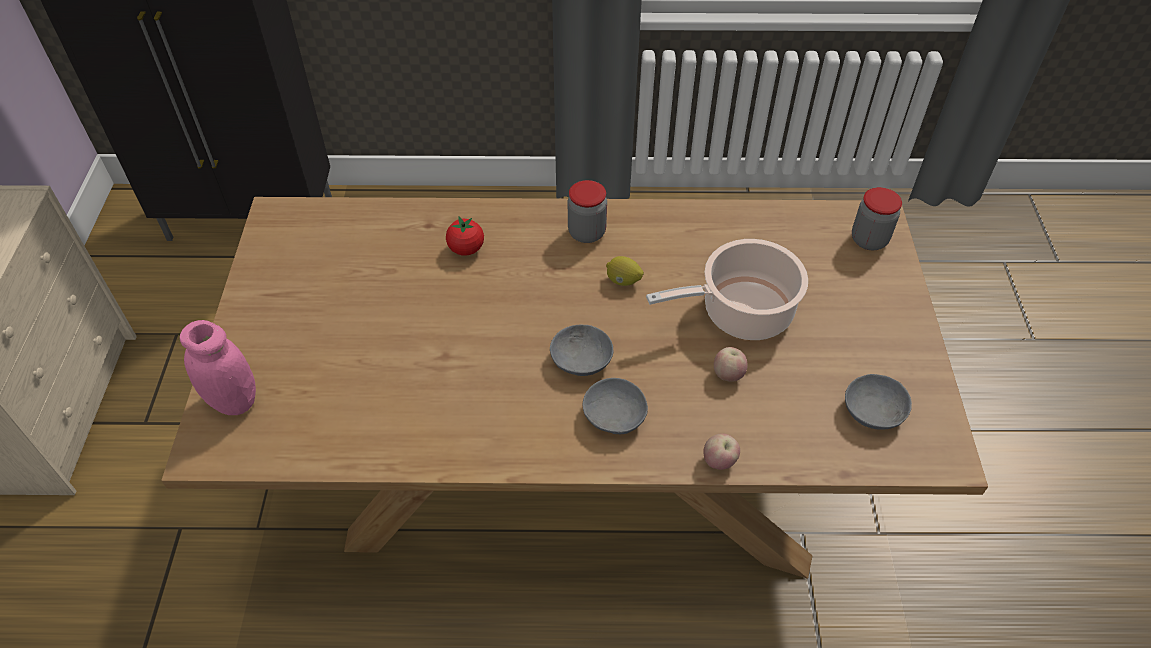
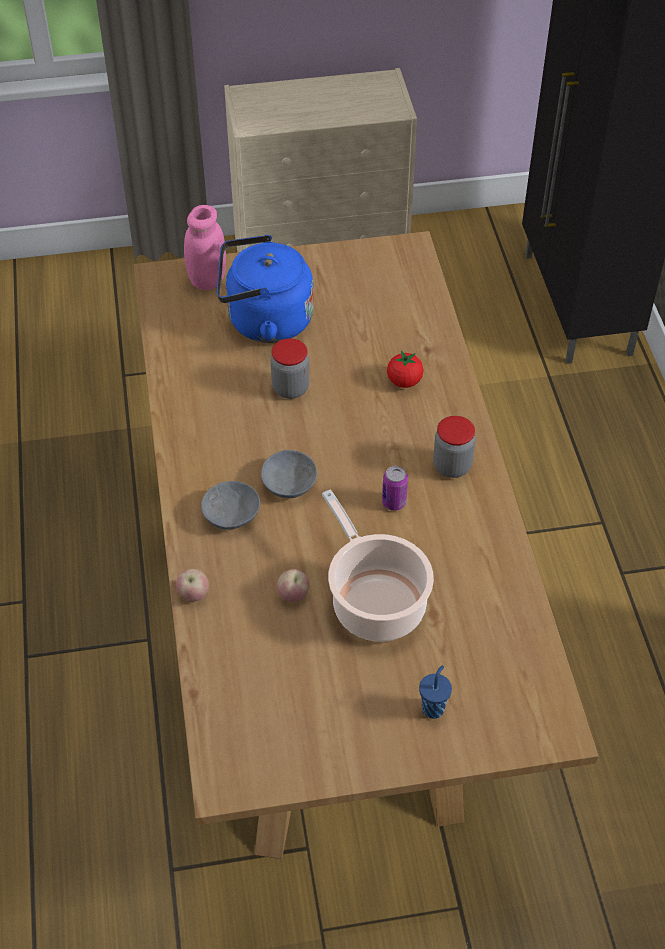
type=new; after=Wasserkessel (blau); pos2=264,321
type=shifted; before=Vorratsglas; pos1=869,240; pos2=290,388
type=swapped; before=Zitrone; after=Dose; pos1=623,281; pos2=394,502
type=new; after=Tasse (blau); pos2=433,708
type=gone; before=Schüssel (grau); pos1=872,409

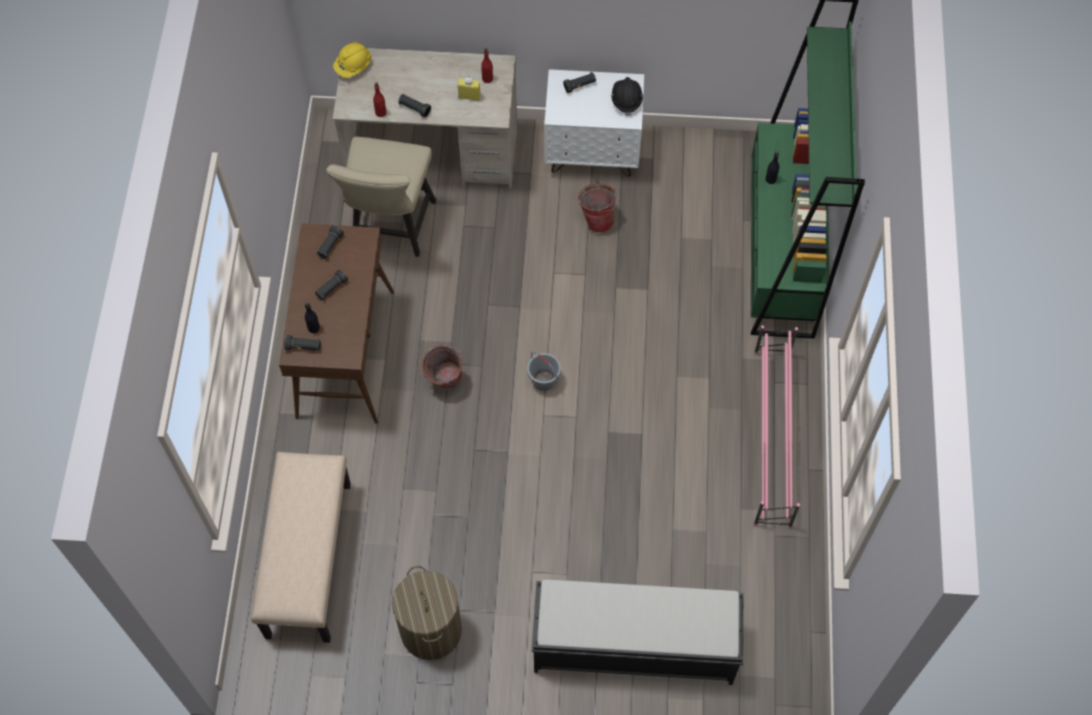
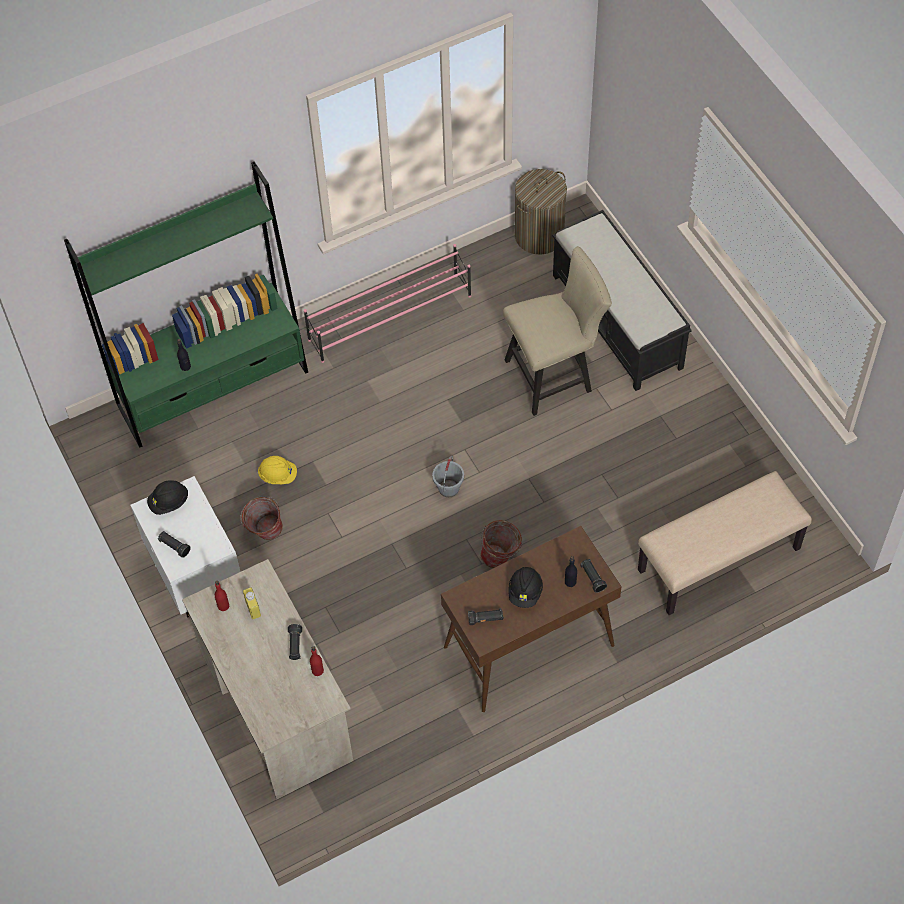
type=shifted; before=Schutzhelm (gelb); pos1=353,67; pos2=278,475
type=shifted; before=Stuhl (beige); pos1=391,229; pos2=554,375
type=swapped; before=Taschenlampe (schwarz); after=Schutzhelm (schwarz); pos1=331,289; pos2=525,592
type=shifted; before=Wäschekorb; pos1=431,630; pos2=539,236

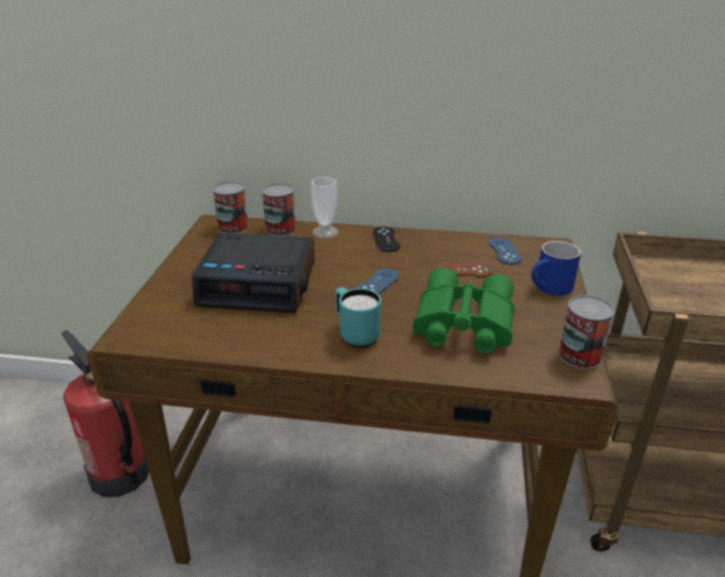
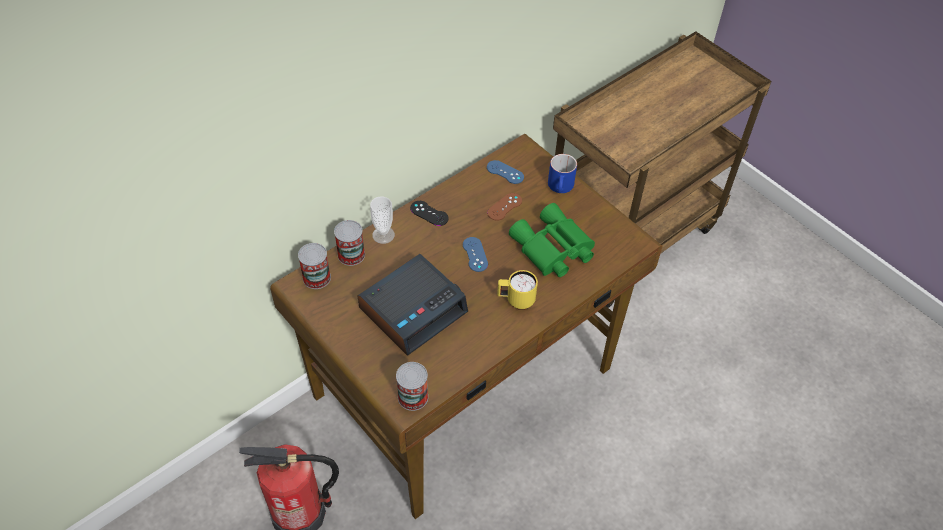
type=shifted; before=Dose; pos1=580,355; pos2=413,397
type=repainted; before=Henkelbecher (türkis); after=Henkelbecher (gelb); pos1=355,335; pos2=516,300

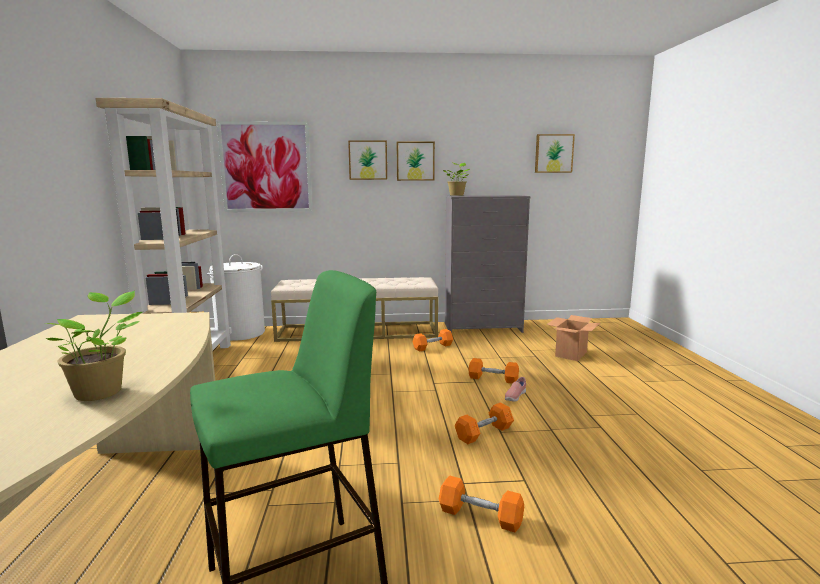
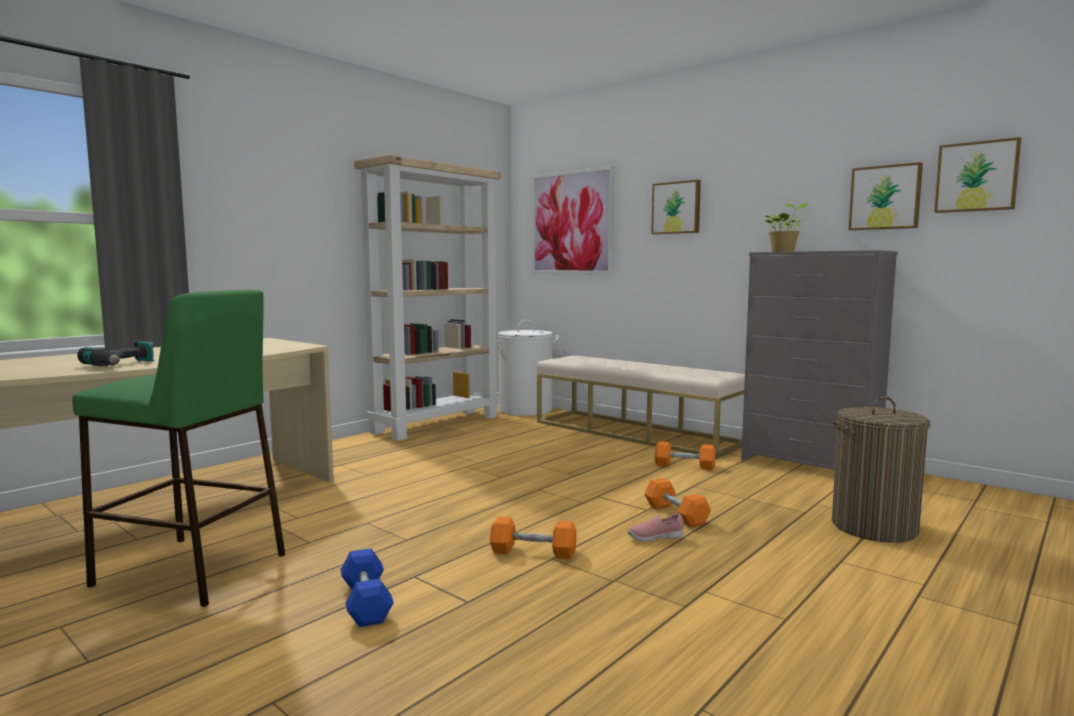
type=swapped; before=Topfpflanze; after=Bohrmaschine; pos1=102,391; pos2=122,365
type=repainted; before=Hantel (orange); after=Hantel (blau); pos1=480,516; pos2=366,602
type=swapped; before=Karton; after=Wäschekorb; pos1=571,354; pos2=873,527
type=shifted; before=Bild; pos1=415,161; pos2=885,197

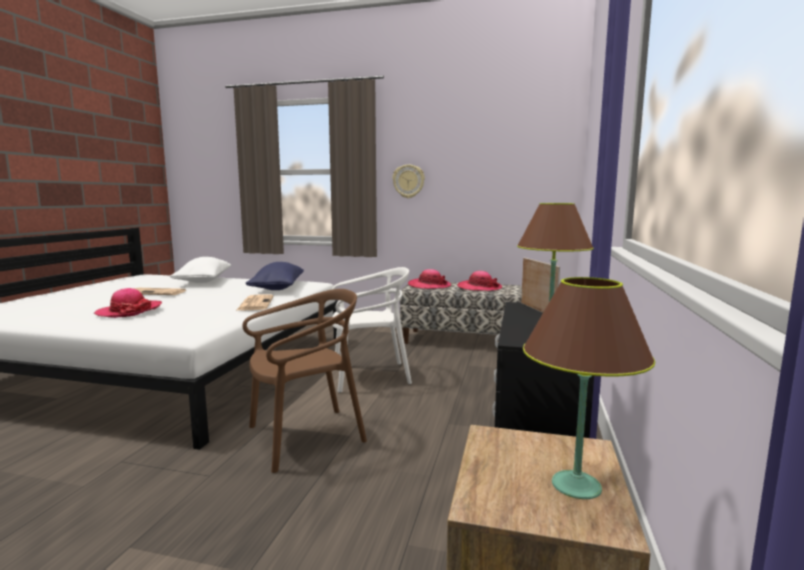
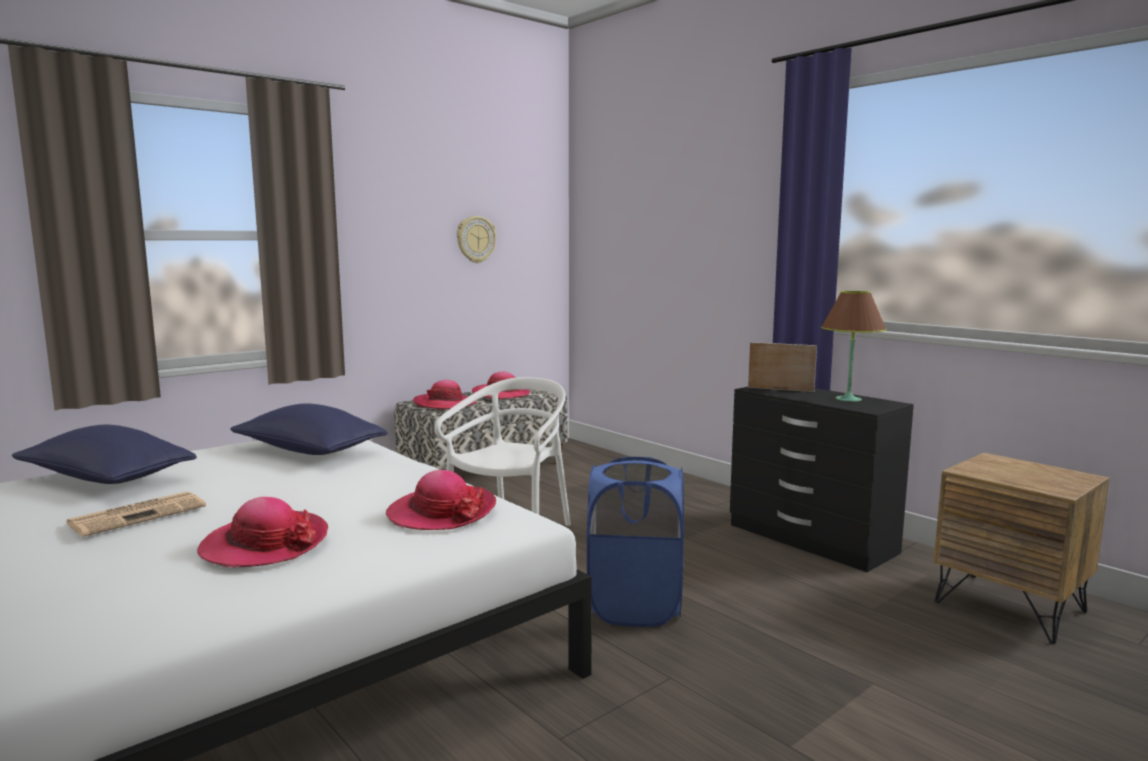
type=repainted; before=Kissen (weiß); after=Kissen (blau); pos1=203,281; pos2=107,479
type=new; after=Hut; pos2=441,512
type=shifted; before=Wanduhr; pos1=408,181; pos2=475,239
type=swapped; before=Stuhl (braun); after=Wäschekorb (blau); pos1=305,437; pos2=635,606
type=gone; before=Zeitung; pos1=255,303
type=gone; before=Tischlampe (braun); pos1=576,485

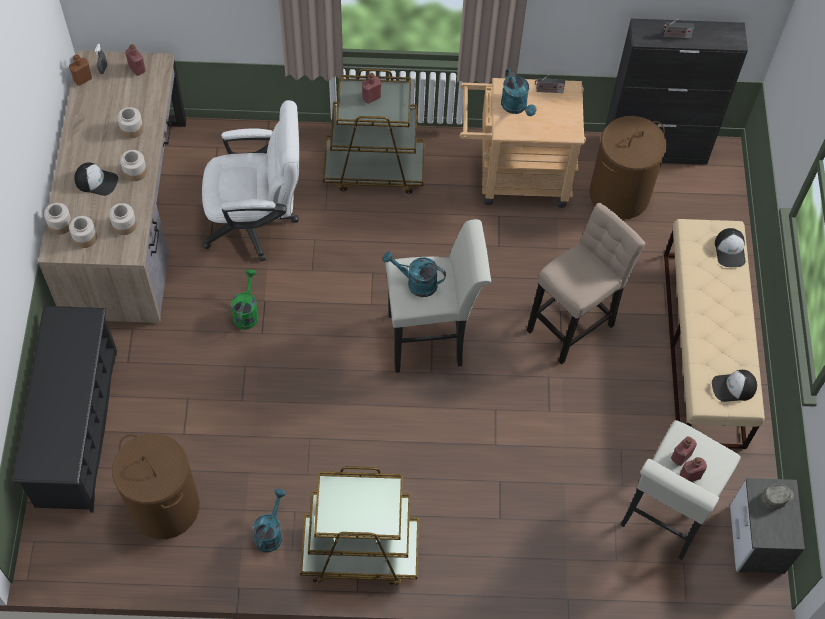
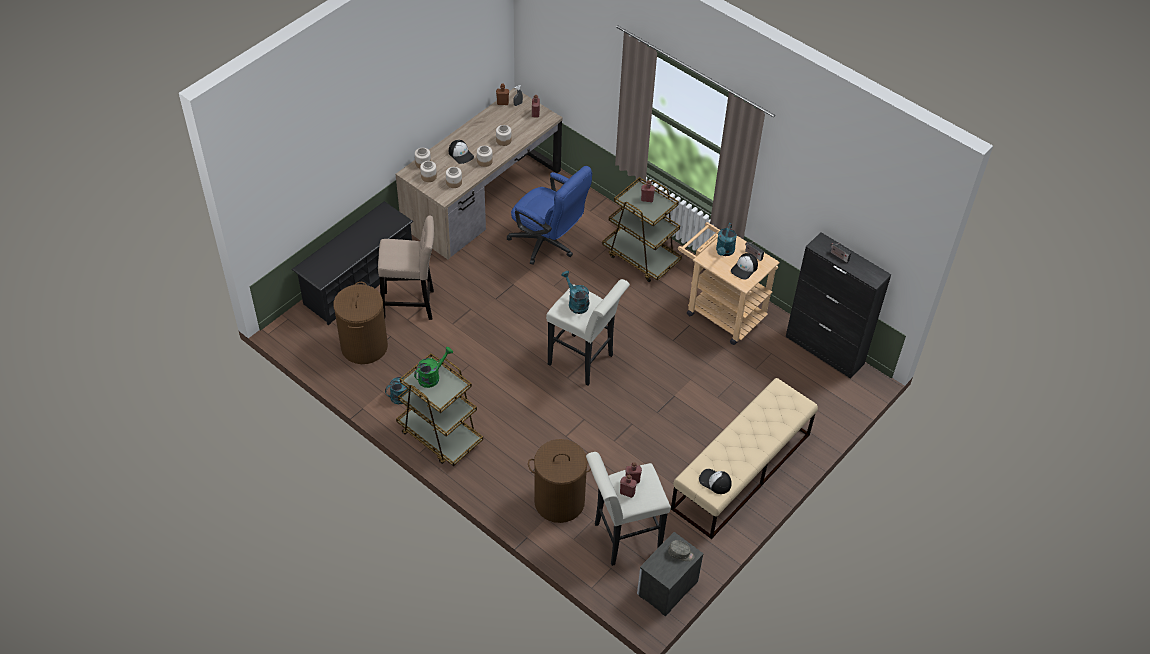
type=shifted; before=Hocker (beige); pos1=573,324; pos2=411,305
type=shifted; before=Gießkanne (grün); pos1=246,312; pos2=432,376
type=repainted; before=Bürostuhl (weiß); after=Bürostuhl (blau); pos1=257,222; pos2=548,244
type=shifted; before=Wäschekorb (braun); pos1=619,195; pos2=559,502
type=shifted; before=Kappe; pos1=730,250; pos2=744,268

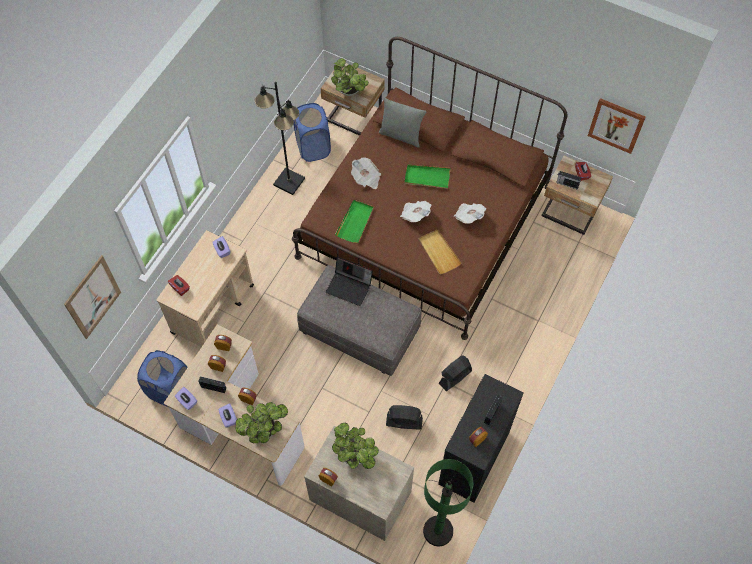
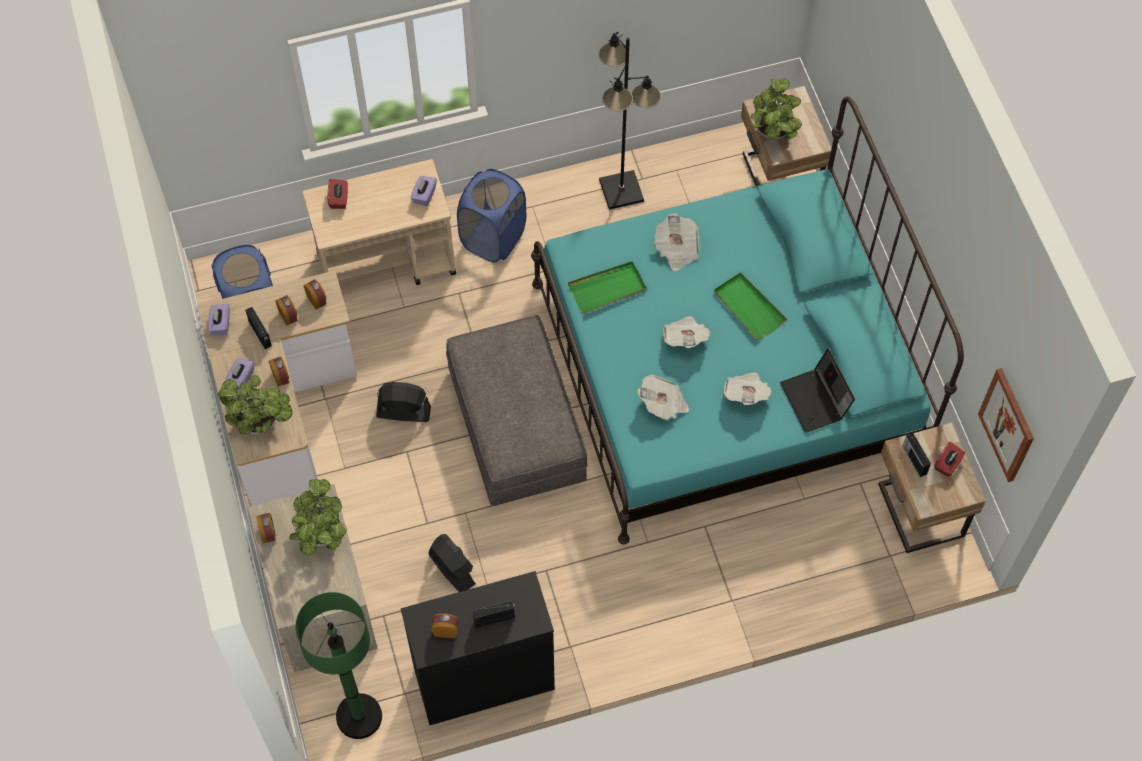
type=shifted; before=Ventilator (schwarz); pos1=455,377; pos2=403,412
type=shifted; before=Wäschekorb (blau); pos1=313,147; pos2=493,238
type=repainted; before=Bett (braun); after=Bett (türkis); pos1=424,221; pos2=726,368
type=swapped; before=Tablett (beige); after=Zeitung; pos1=438,252; pos2=663,404
type=shifted; before=Laptop; pos1=350,287; pos2=815,401
type=gone; before=Bild; pos1=93,297
type=gone; before=Kissen (grau); pos1=401,135

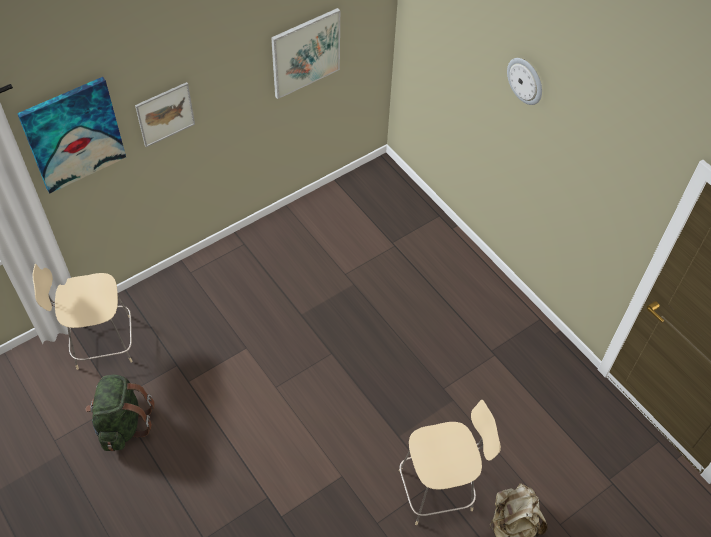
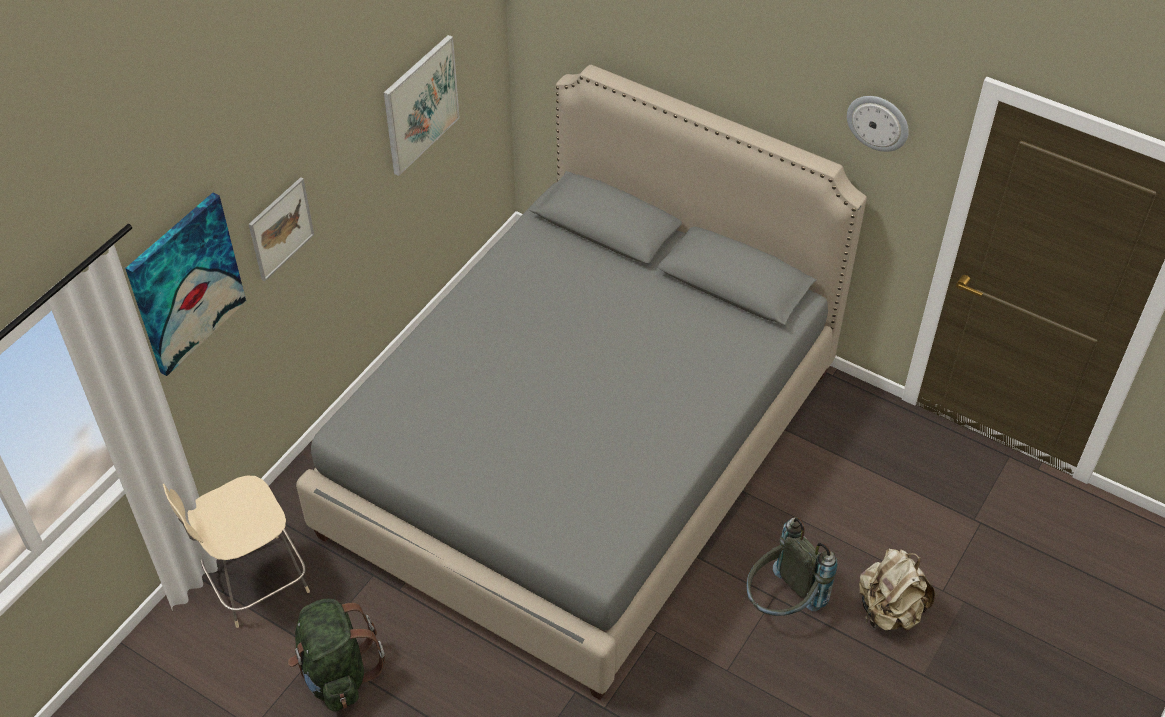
type=new; after=Bett (grau); pos2=582,451
type=swapped; before=Stuhl (beige); after=Rucksack (grau); pos1=438,489; pos2=782,603
type=shifted; before=Wanduhr; pos1=525,80; pos2=878,122

